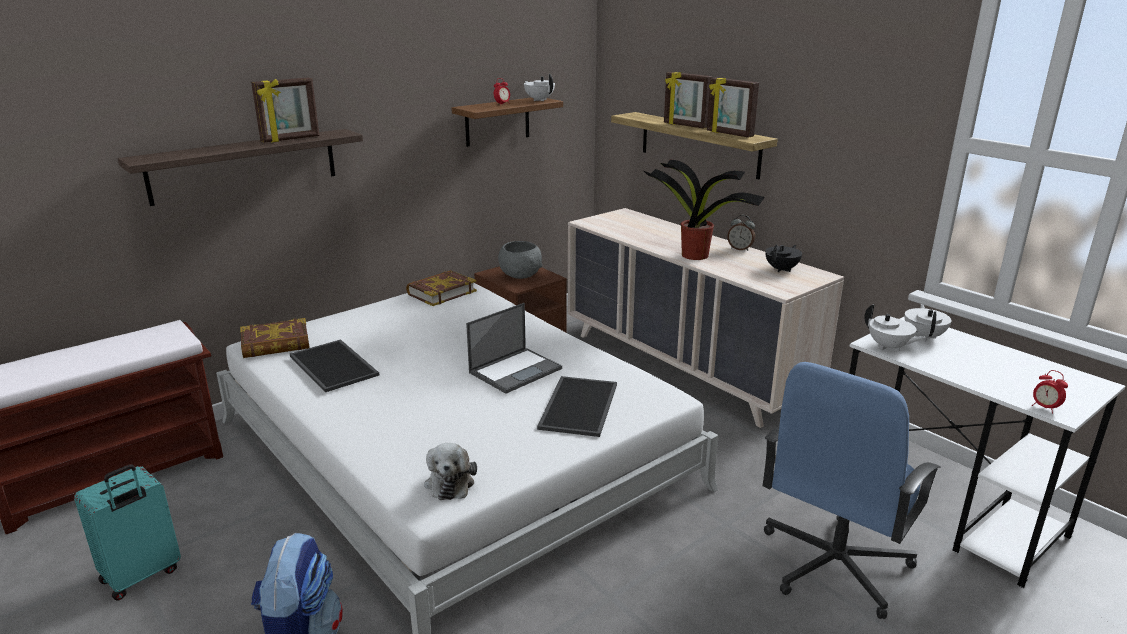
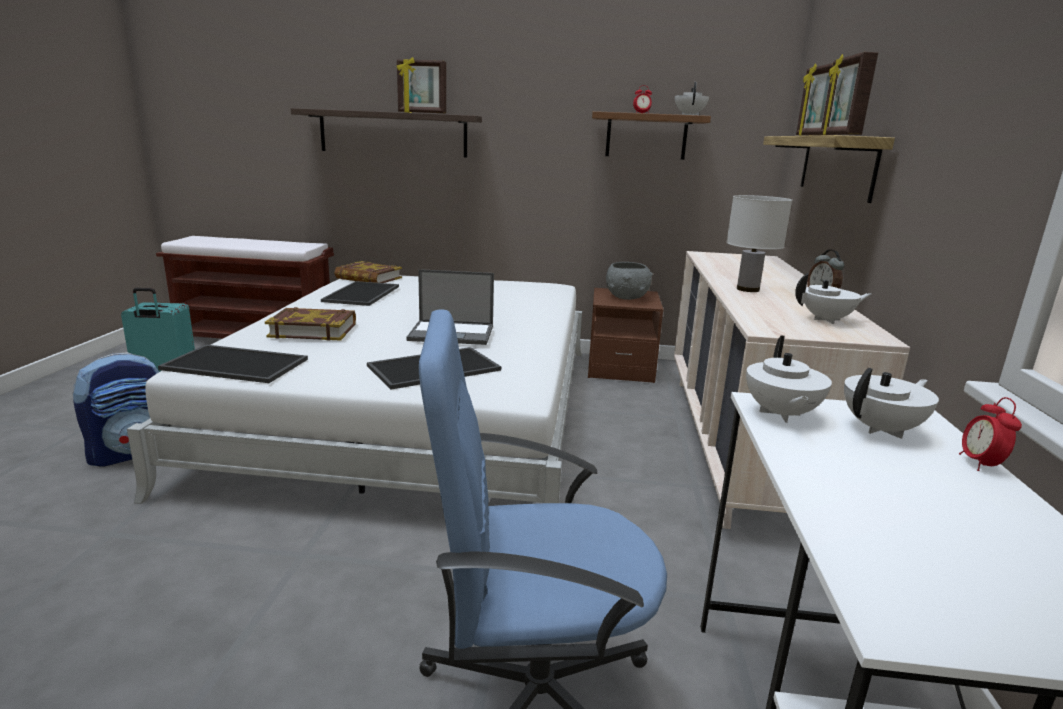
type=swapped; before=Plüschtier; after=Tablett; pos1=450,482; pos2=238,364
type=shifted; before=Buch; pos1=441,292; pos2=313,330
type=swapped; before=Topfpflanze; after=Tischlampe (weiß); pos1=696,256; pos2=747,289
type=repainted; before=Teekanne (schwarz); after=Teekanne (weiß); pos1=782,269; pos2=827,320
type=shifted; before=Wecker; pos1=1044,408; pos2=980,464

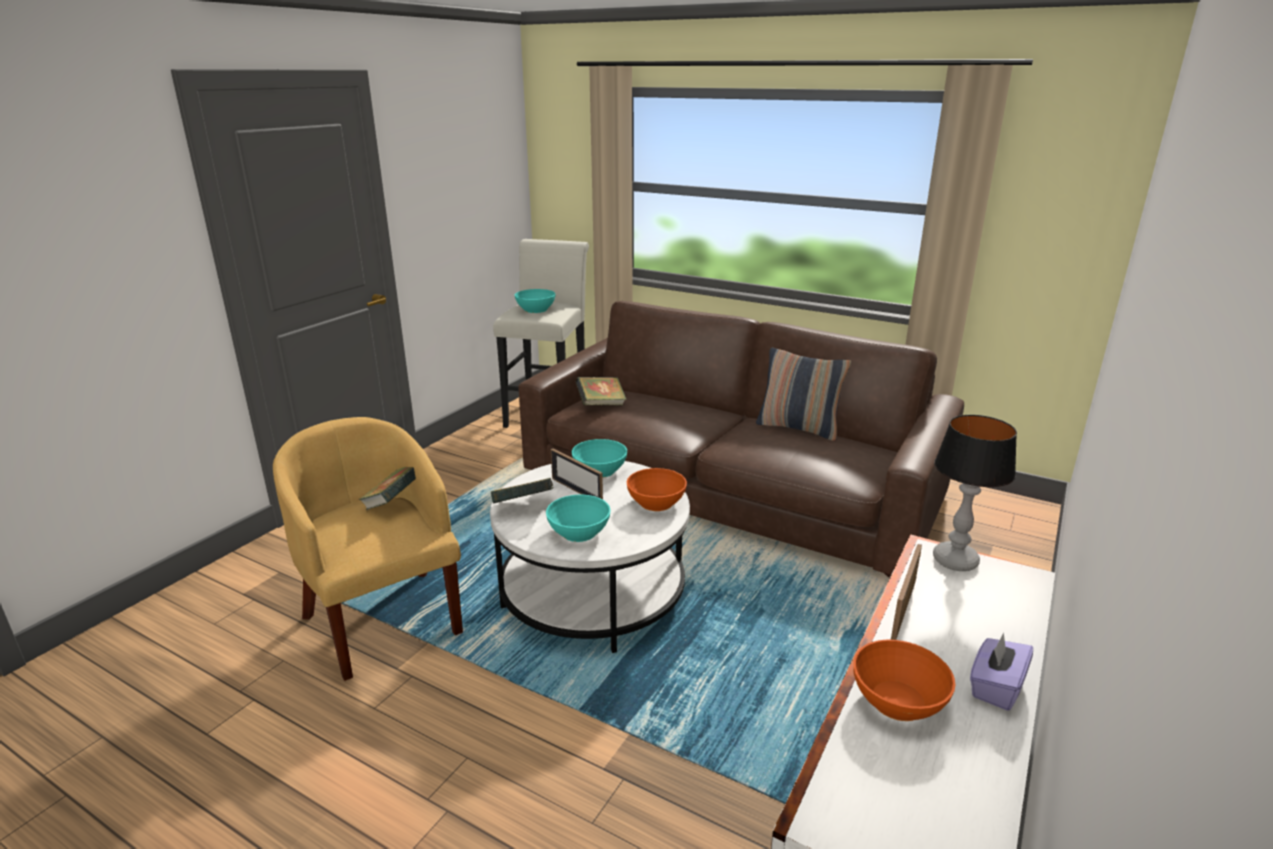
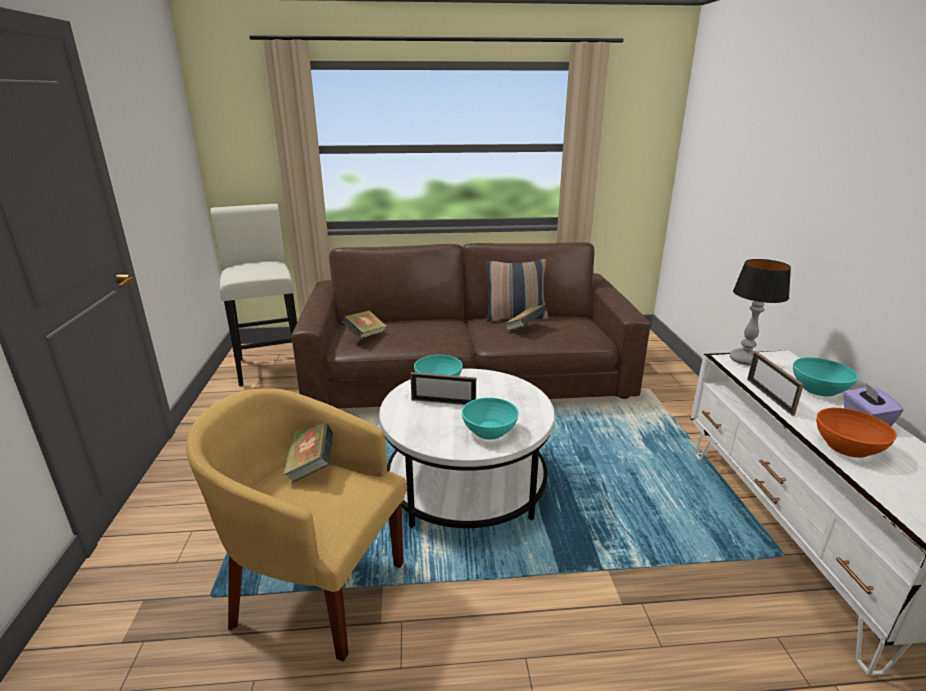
type=shifted; before=Buch; pos1=523,507; pos2=525,328
type=shifted; before=Schüssel (türkis); pos1=535,309; pos2=818,389
type=gone; before=Schüssel (orange); pos1=655,502

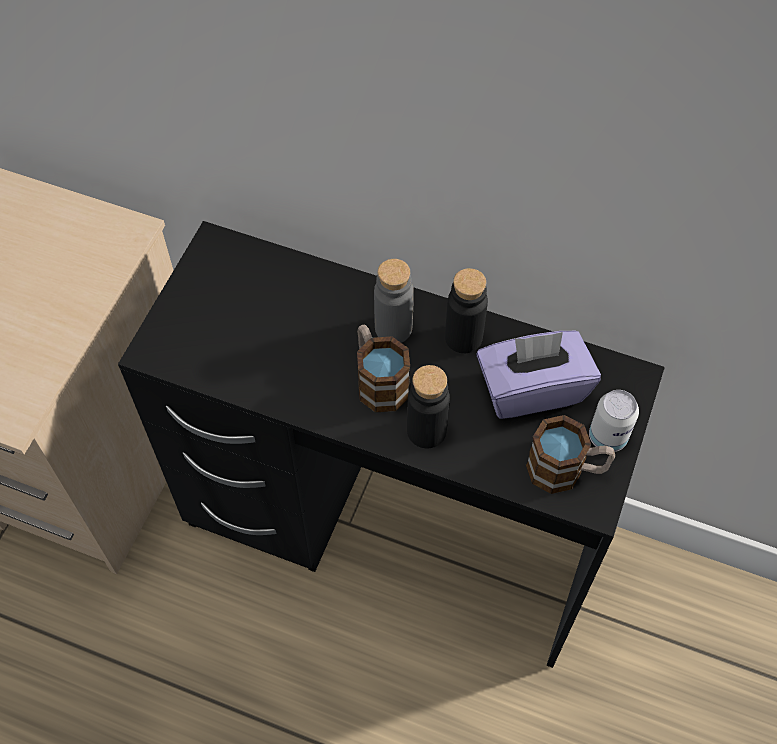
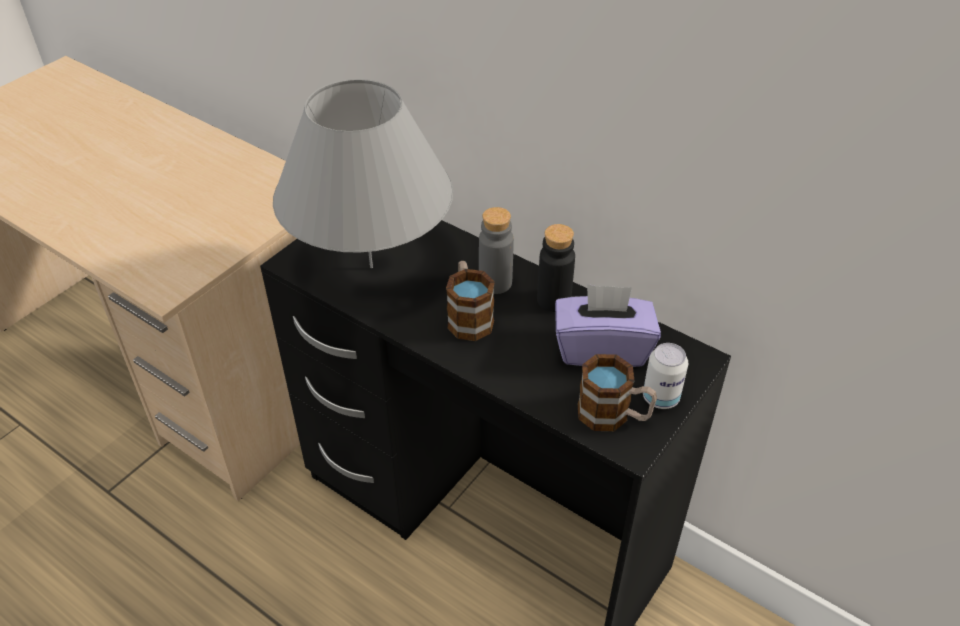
type=new; after=Tischlampe (grau); pos2=371,267
type=gone; before=Flasche (schwarz); pos1=426,431

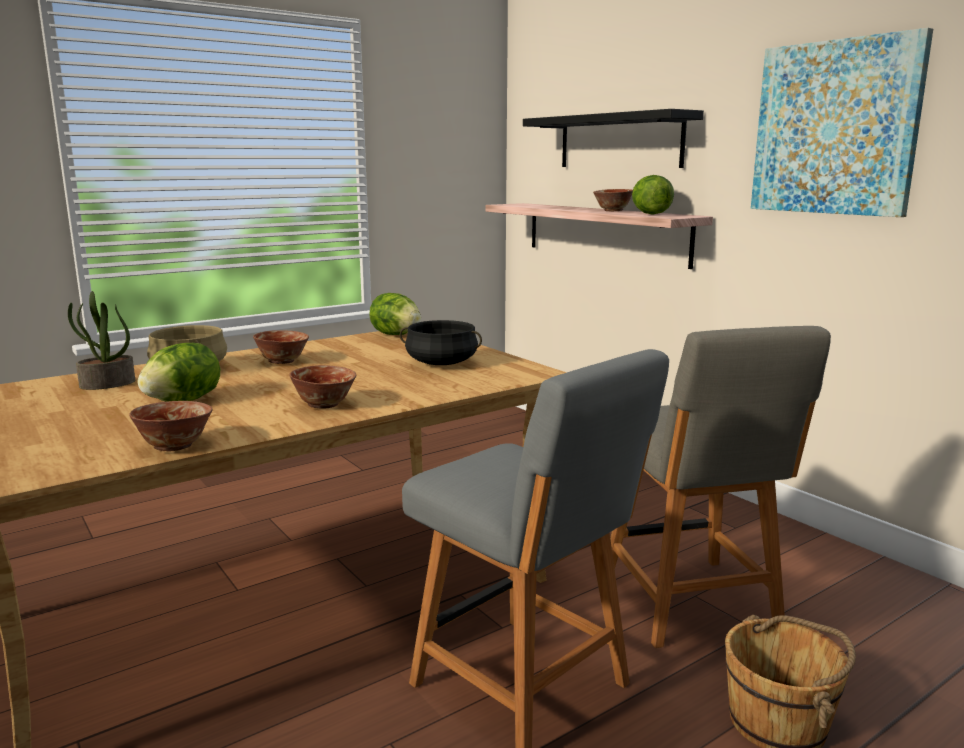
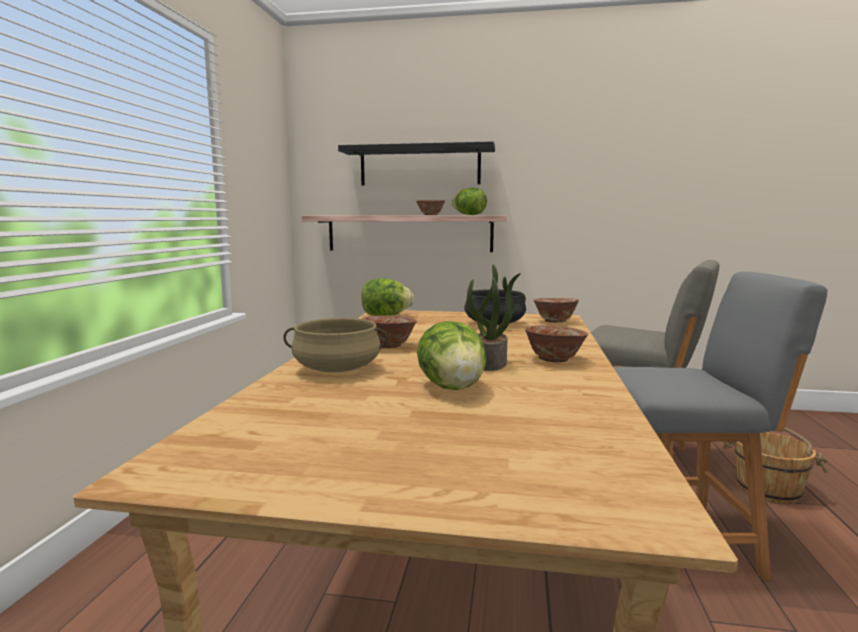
type=shifted; before=Topfpflanze; pos1=107,384; pos2=490,363
type=shifted; before=Schüssel; pos1=174,446; pos2=555,321
type=gone; before=Bild; pos1=835,128

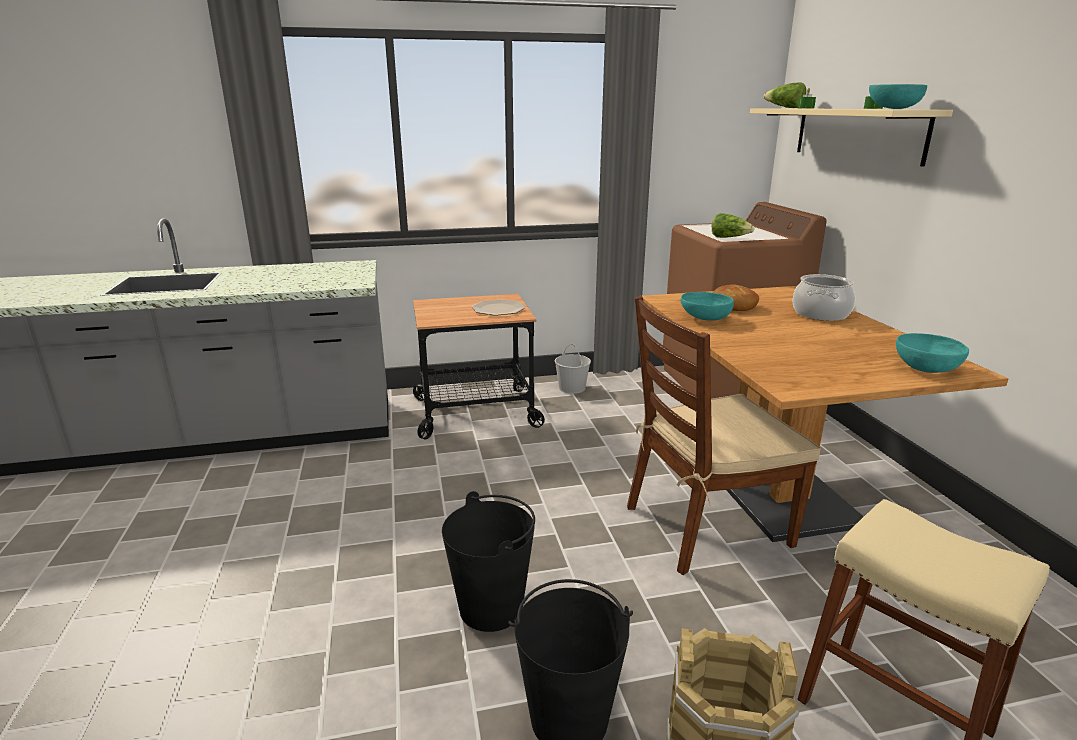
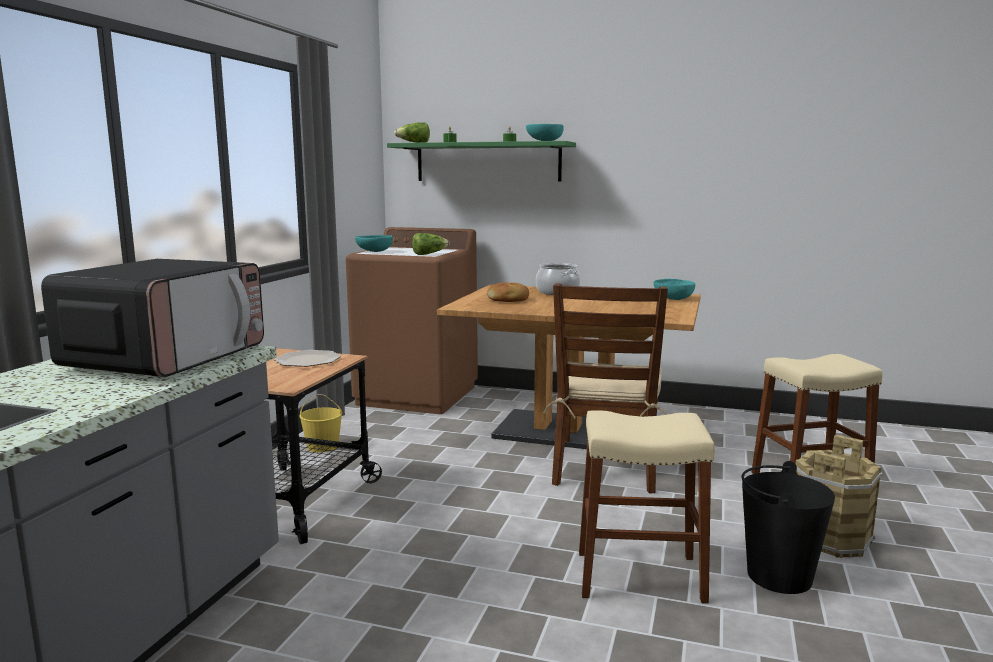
type=new; after=Mikrowelle; pos2=167,358
type=repainted; before=Eimer (weiß); after=Eimer (gelb); pos1=572,388; pos2=323,446
type=shifted; before=Schüssel (türkis); pos1=704,319; pos2=374,252
type=repainted; before=Wandregal (beige); after=Wandregal (grün); pos1=857,133; pos2=488,162
type=swapped; before=Eimer (schwarz); after=Hocker (beige); pos1=492,608; pos2=639,576

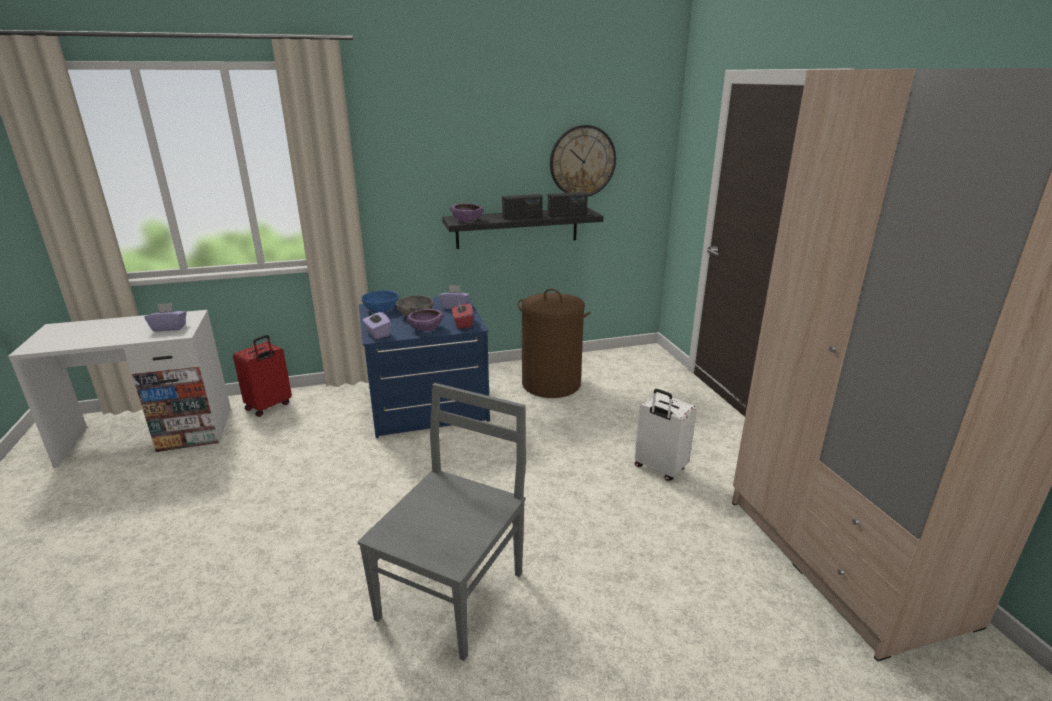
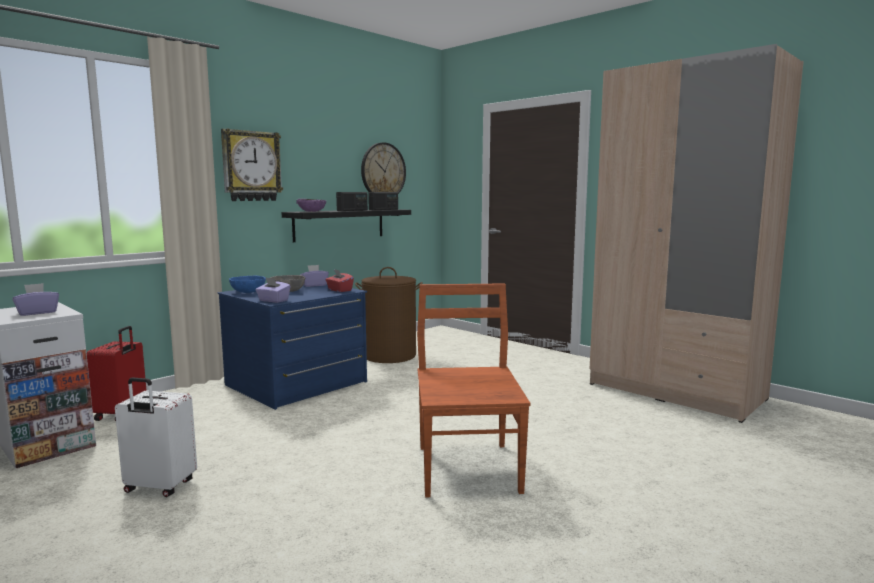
type=shifted; before=Koffer (weiß); pos1=659,468; pos2=159,487
type=new; after=Wanduhr; pos2=251,166
type=repainted; before=Stuhl (grau); after=Stuhl (braun); pos1=454,592; pos2=468,467
type=gone; before=Schüssel (lila); pos1=426,328

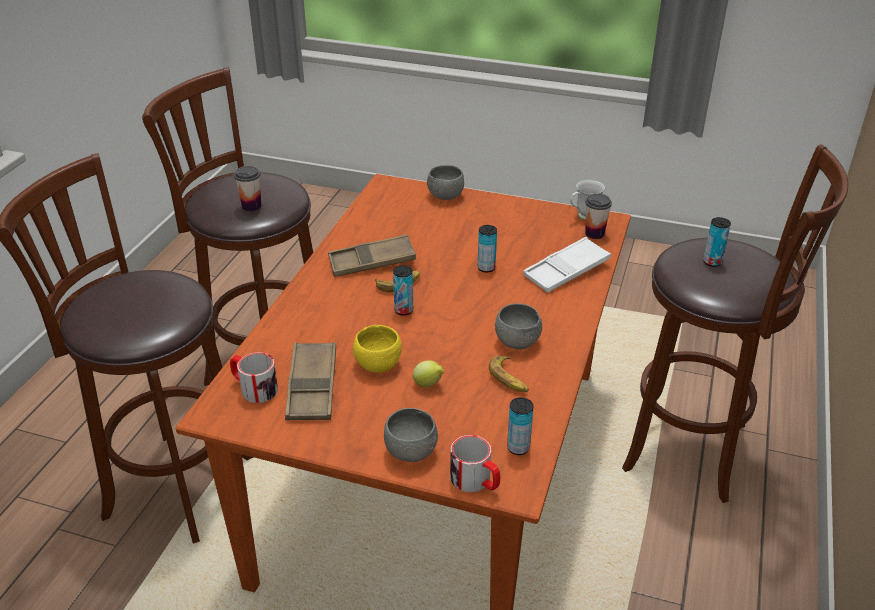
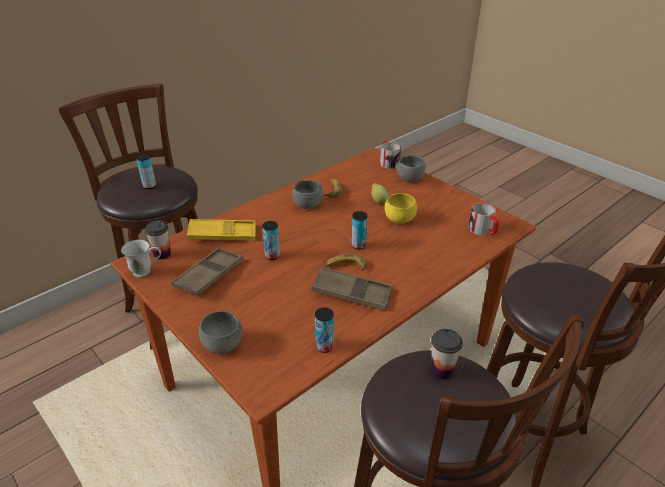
type=shifted; before=Tablett (braun); pos1=312,387; pos2=209,275
type=repainted; before=Tablett (weiß); after=Tablett (gelb); pos1=566,270; pos2=222,234
type=shifted; before=Dose; pos1=518,448; pos2=324,346

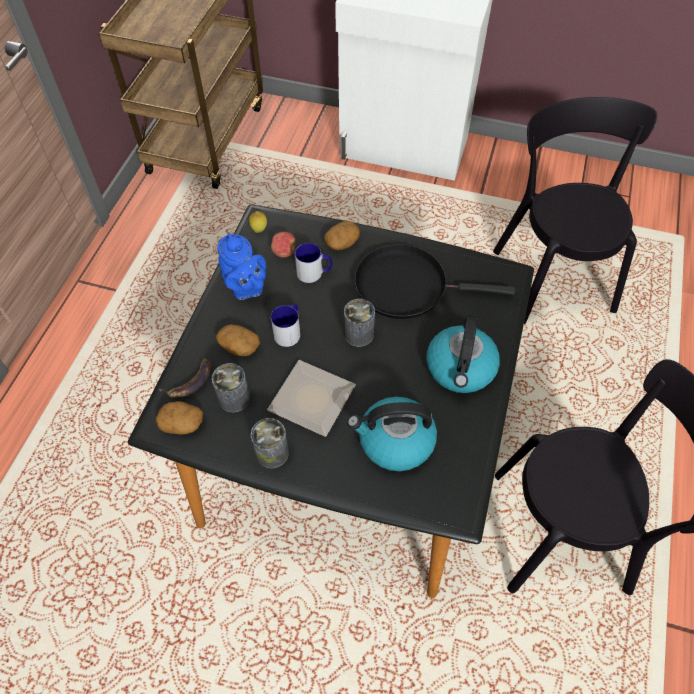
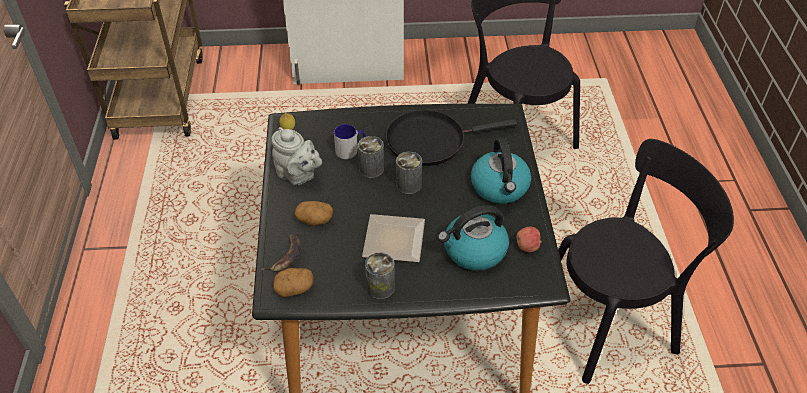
type=repainted; before=Teekanne (blau); after=Teekanne (grau); pos1=245,288; pos2=298,175
type=shifted; before=Dose; pos1=234,398; pos2=371,169
type=shifted; before=Apfel; pos1=284,252; pos2=527,247
type=gone; before=Henkelbecher; pos1=289,331
type=gone; before=Kartoffel; pos1=342,243

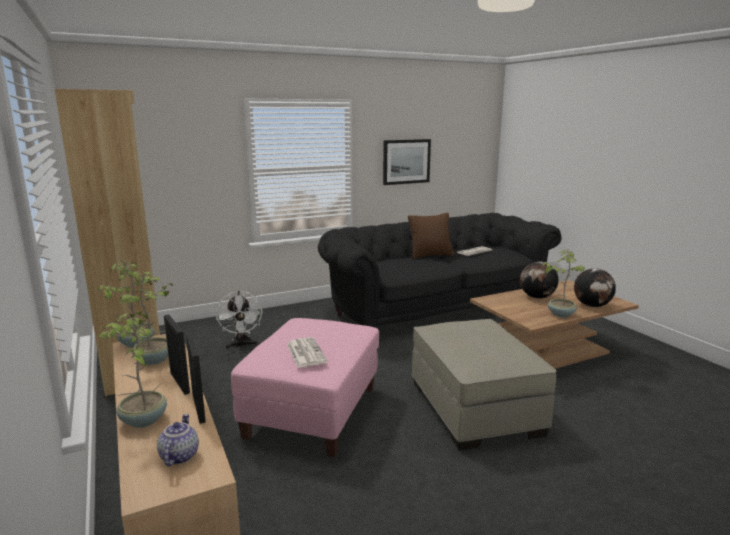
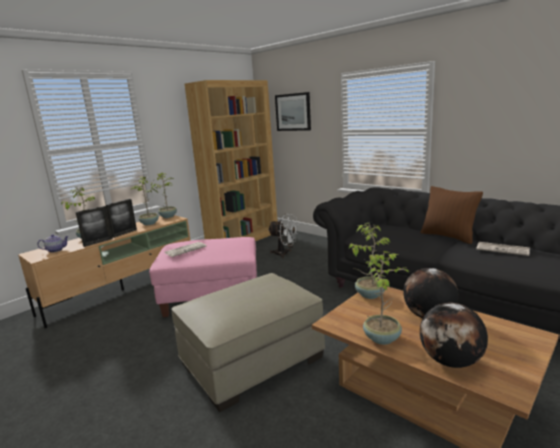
type=rotated; before=Ventilator (weiß); pos1=241,345; pos2=285,254; turn=-120
type=shifted; before=Bild; pos1=406,161; pos2=293,112
type=new; after=Topfpflanze; pos2=369,294

